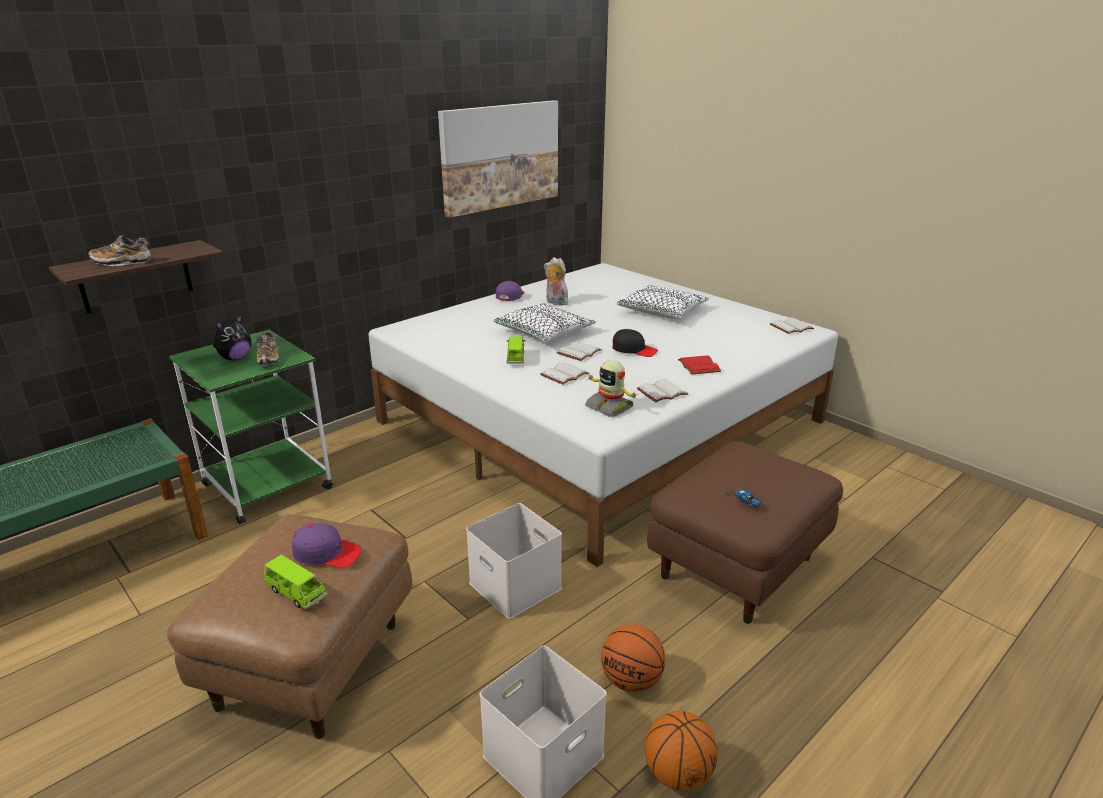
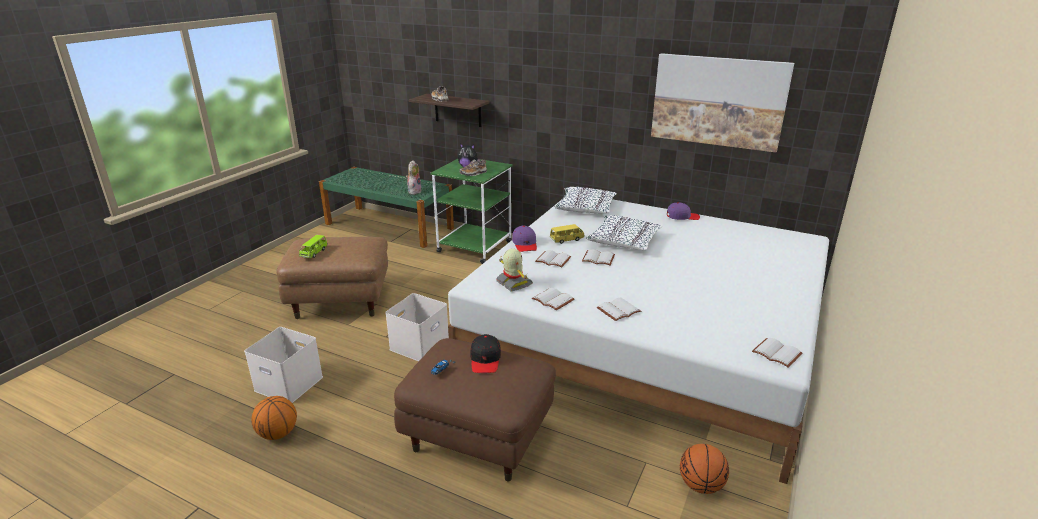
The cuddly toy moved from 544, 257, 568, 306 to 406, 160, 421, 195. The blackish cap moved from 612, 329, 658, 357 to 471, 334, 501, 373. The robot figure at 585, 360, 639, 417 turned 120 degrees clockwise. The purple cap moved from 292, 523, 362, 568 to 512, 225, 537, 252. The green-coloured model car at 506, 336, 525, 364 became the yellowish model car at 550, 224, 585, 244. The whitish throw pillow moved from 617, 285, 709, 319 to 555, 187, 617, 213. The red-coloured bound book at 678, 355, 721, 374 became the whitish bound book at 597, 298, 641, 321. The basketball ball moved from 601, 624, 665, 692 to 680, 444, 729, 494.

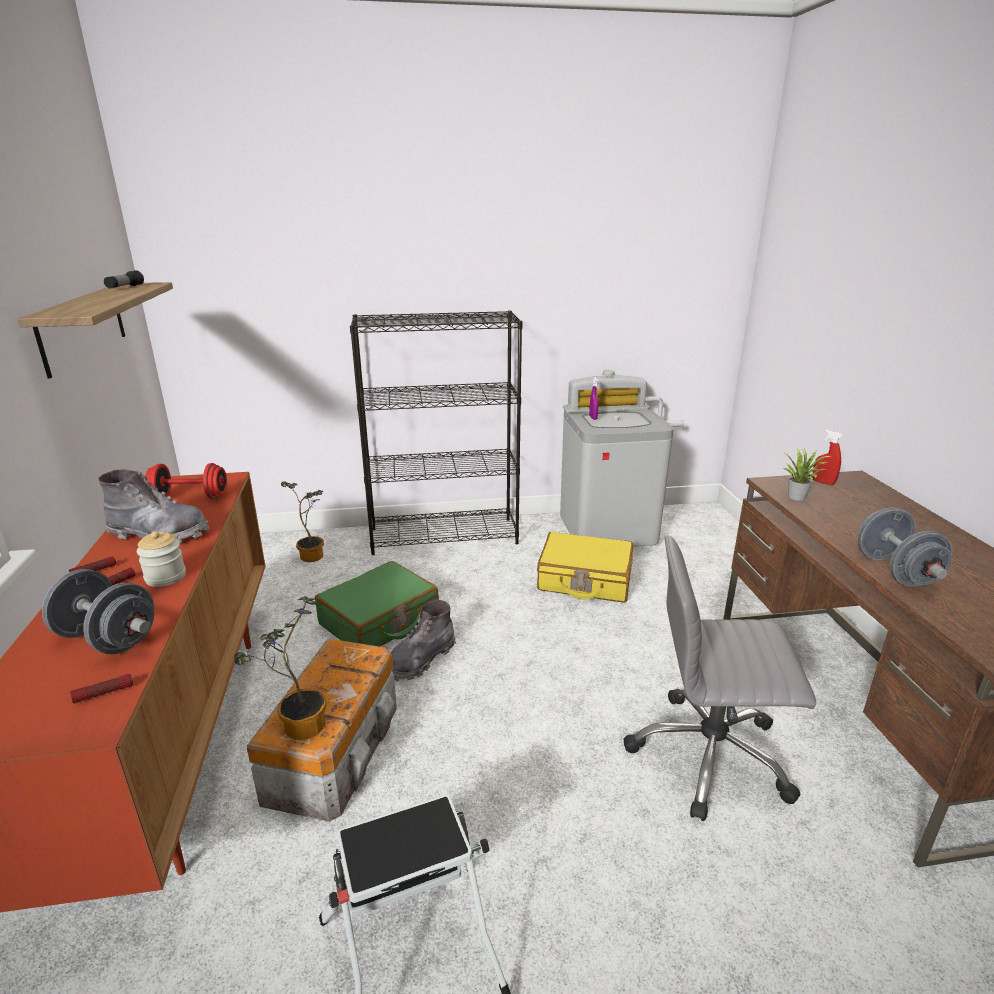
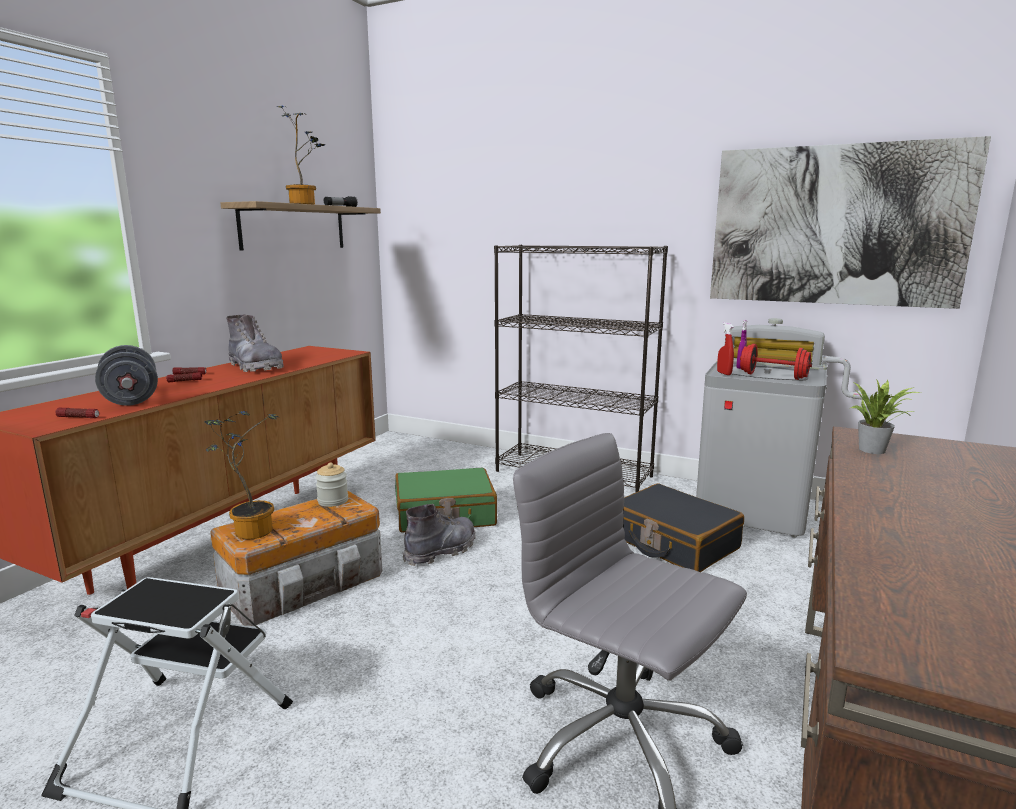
The potted plant moved from 281, 481, 324, 562 to 277, 106, 325, 204. The storage jar moved from 137, 531, 186, 587 to 315, 463, 348, 507. The grey tall boot at 391, 600, 456, 681 turned 150 degrees clockwise. The yellowish piece of luggage at 537, 532, 634, 603 became the blackish piece of luggage at 623, 483, 744, 572. The wall picture at 710, 136, 991, 309 appeared. The red-coloured spray bottle moved from 812, 430, 843, 485 to 717, 323, 734, 375. The red-coloured dumbbell moved from 145, 463, 227, 499 to 740, 344, 812, 380. The grey dumbbell at 857, 507, 952, 586 disappeared.

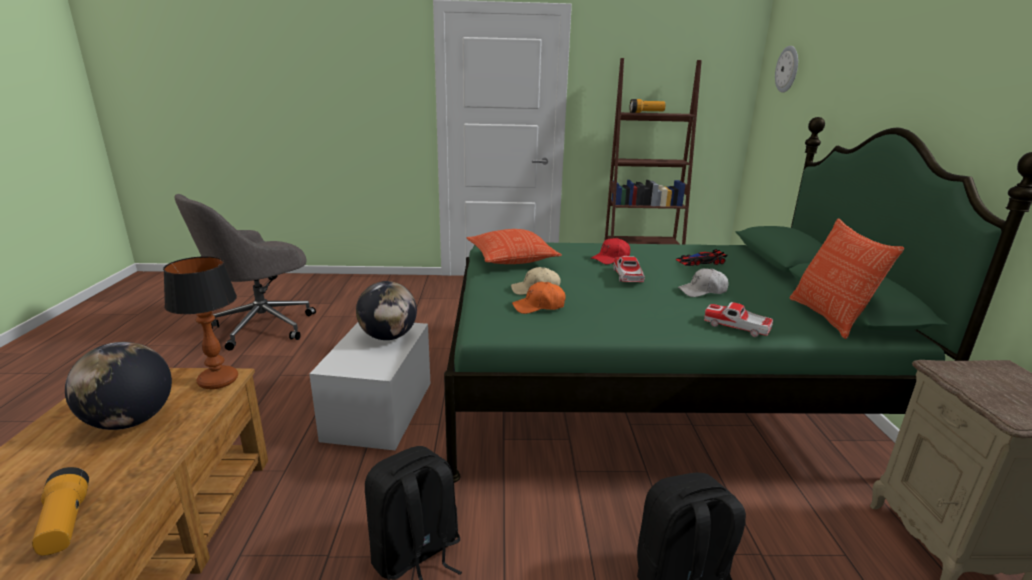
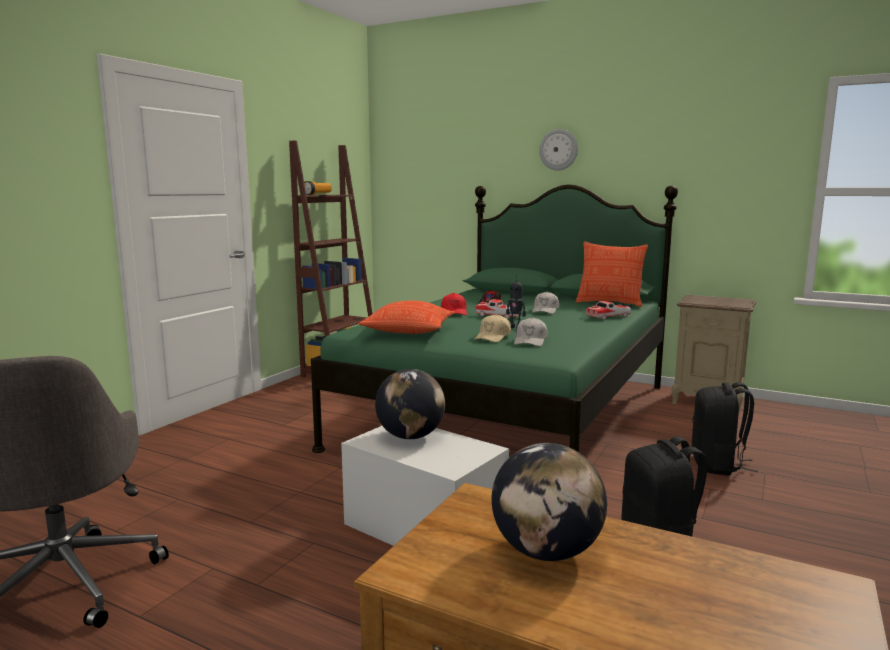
The robot figure at 506, 275, 526, 330 appeared. The orange-coloured cap at 512, 282, 566, 314 became the whitish cap at 514, 317, 548, 346. The hanging clock moved from 775, 46, 798, 93 to 539, 129, 578, 171. The flashlight at 32, 467, 89, 556 disappeared. The table lamp at 163, 256, 238, 389 disappeared.

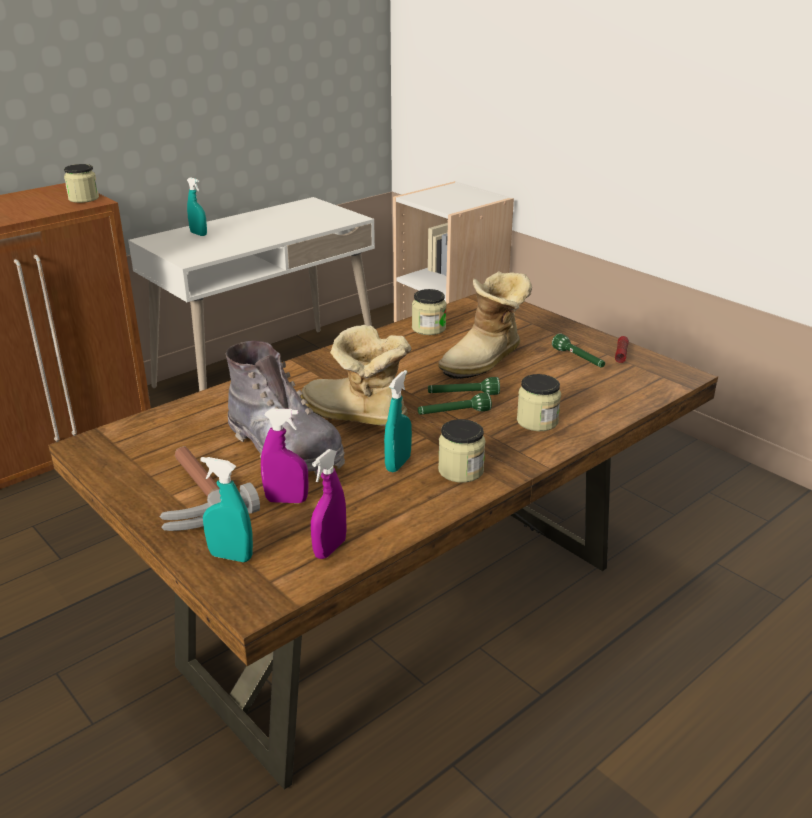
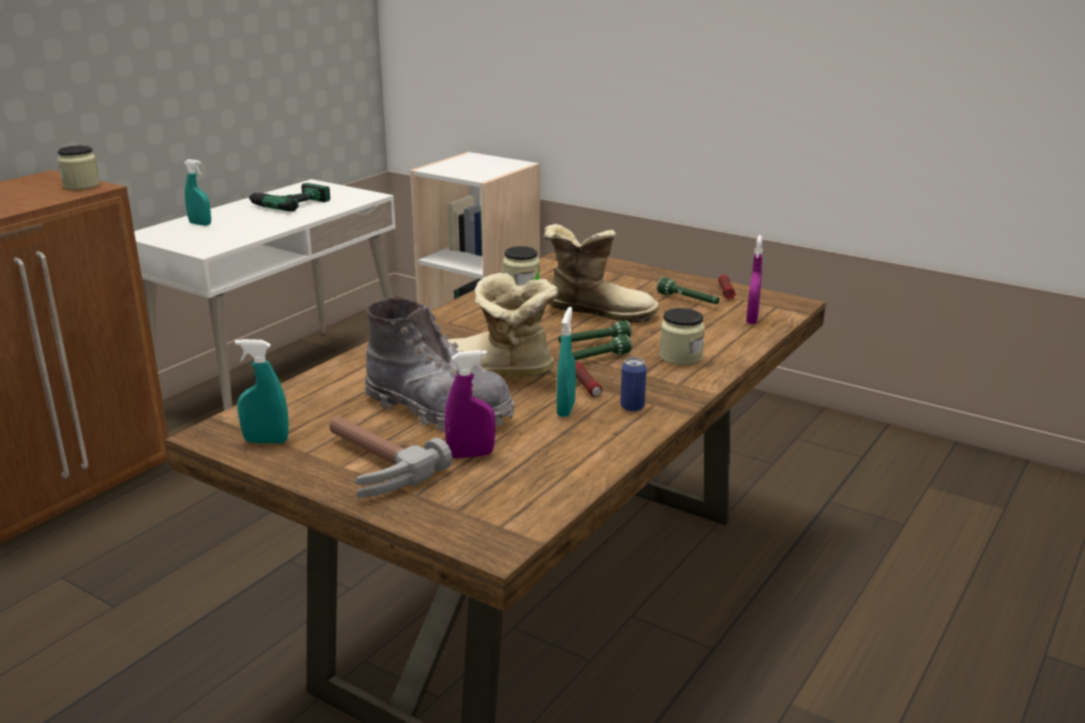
The turquoise spray bottle moved from 200, 457, 253, 562 to 235, 339, 289, 443. The power drill at 240, 183, 330, 212 appeared. The tall boot at 438, 271, 532, 379 turned 105 degrees counterclockwise. The flashlight at 575, 362, 602, 397 appeared. The storage jar at 438, 419, 485, 483 was replaced by the can at 620, 357, 646, 412. The purple spray bottle moved from 311, 449, 347, 559 to 746, 235, 763, 324.

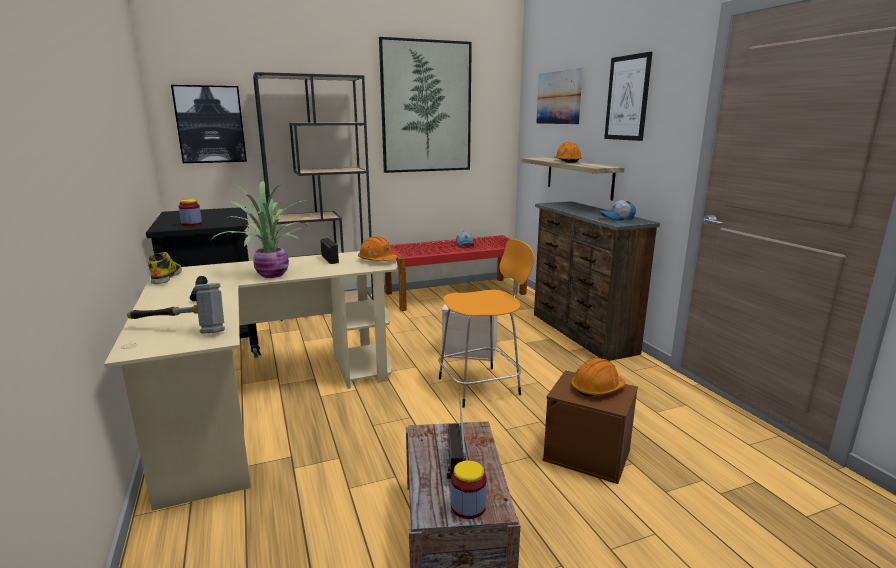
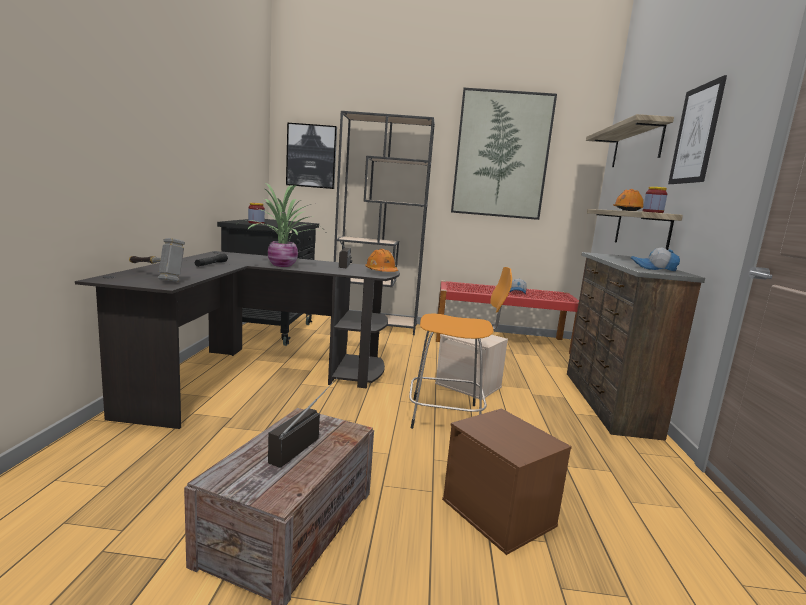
The sand-coloured desk unit at 104, 251, 397, 511 became the blackish desk unit at 75, 251, 400, 429. The wall picture at 536, 68, 583, 124 was replaced by the wall shelf at 586, 114, 674, 167. The storage jar moved from 451, 460, 487, 519 to 643, 187, 667, 213. The tall boot at 148, 252, 182, 284 disappeared. The orange-coloured work helmet at 571, 358, 626, 397 disappeared.

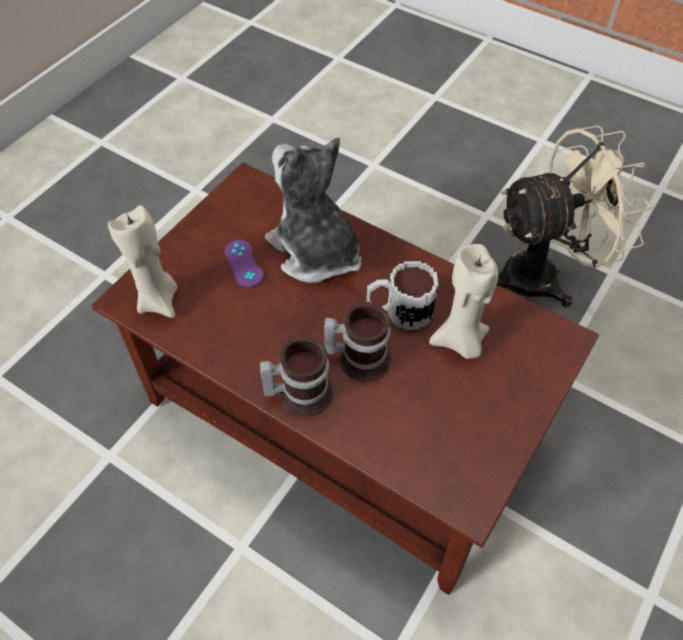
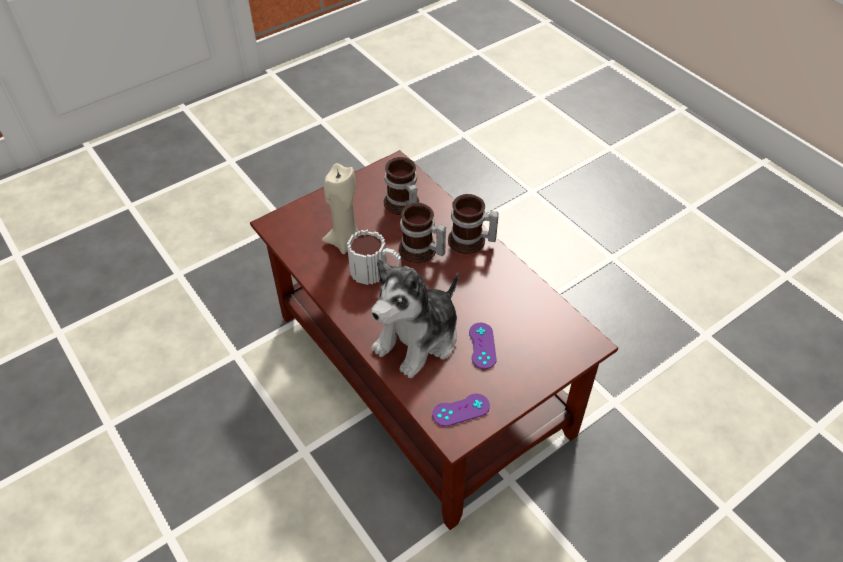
The cuddly toy at 265, 137, 362, 283 turned 60 degrees clockwise. The mug at 384, 157, 419, 215 appeared. The purple gamepad at 432, 394, 490, 427 appeared. The sand-coloured wax light at 108, 205, 178, 318 disappeared. The sand-coloured electric fan at 497, 125, 653, 308 disappeared.

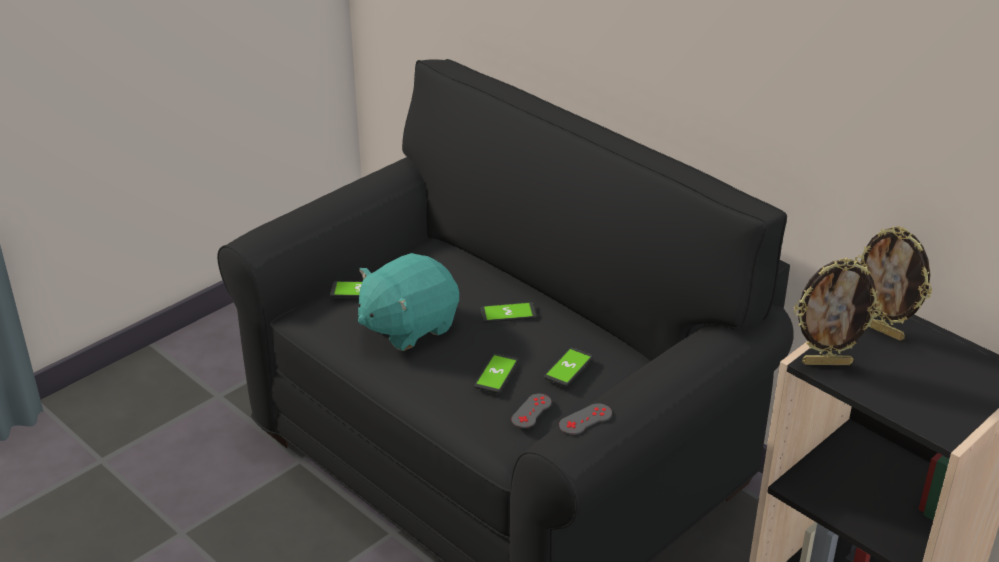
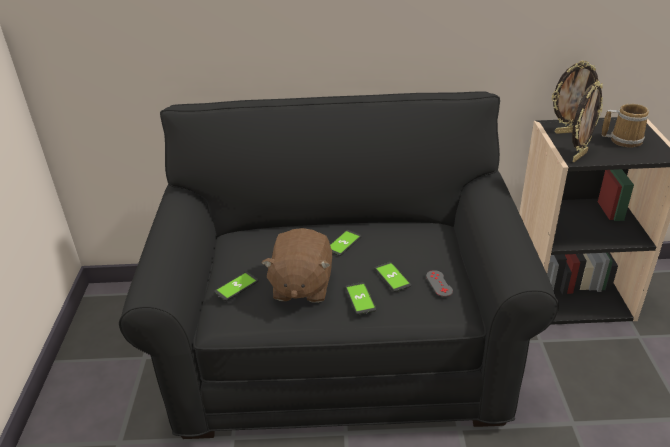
The turquoise cuddly toy at 358, 253, 459, 351 became the brownish cuddly toy at 262, 228, 332, 303. The telephone moved from 543, 347, 593, 387 to 345, 282, 377, 315. The mug at 601, 104, 649, 148 appeared. The grey gamepad at 559, 403, 612, 435 disappeared.

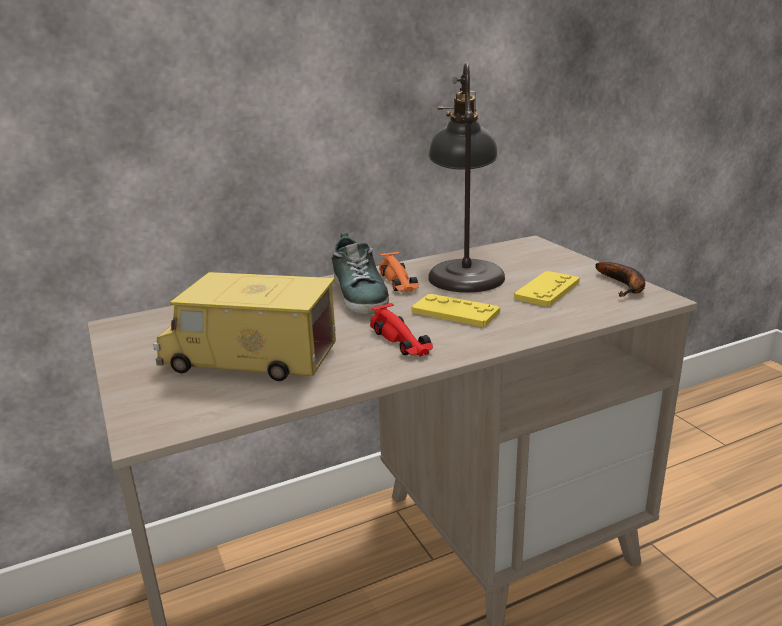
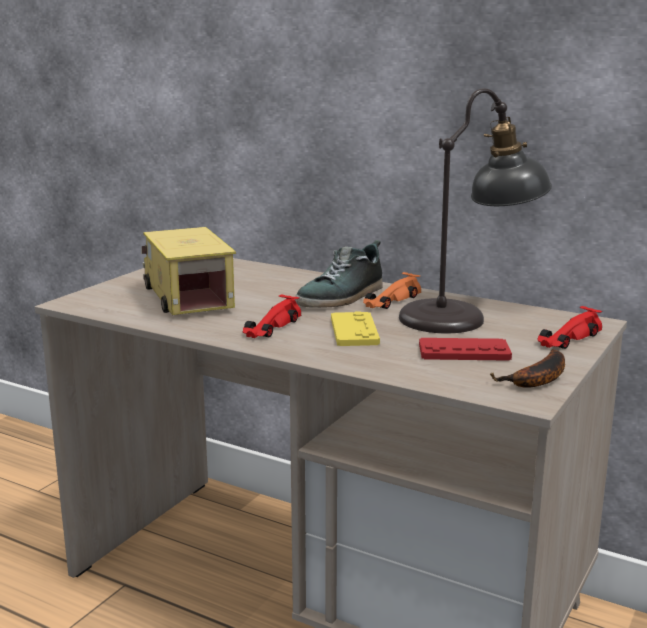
The yellowish gamepad at 514, 271, 580, 307 became the red-coloured gamepad at 419, 338, 512, 361. The red-coloured model car at 537, 306, 602, 349 appeared.

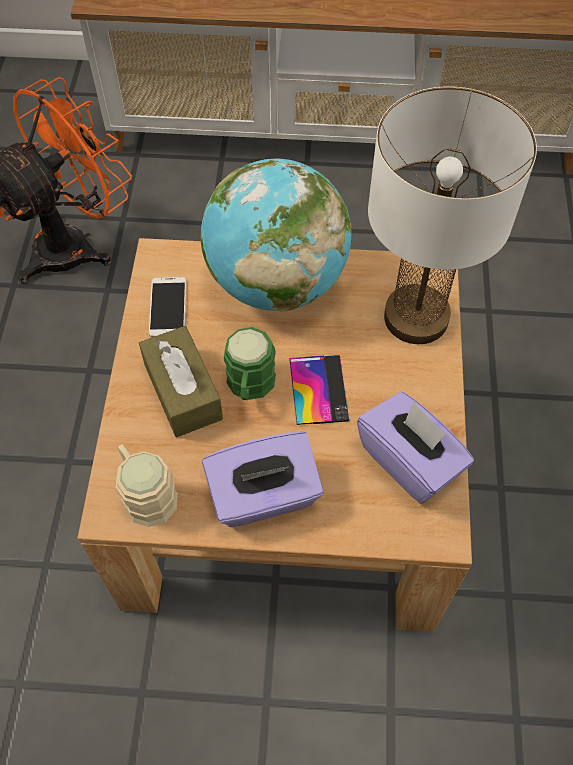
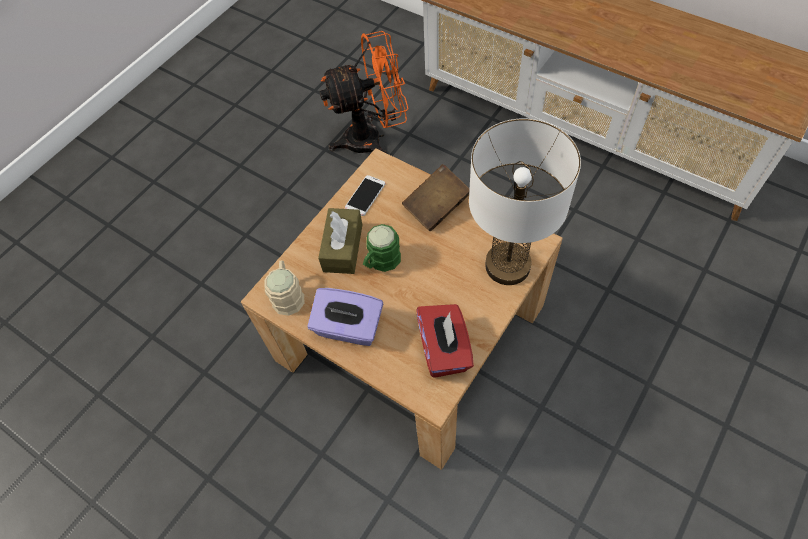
The globe at 200, 159, 352, 311 was replaced by the brownish bound book at 402, 164, 469, 231. The purple tissue box at 357, 392, 474, 504 became the red-coloured tissue box at 416, 304, 474, 378. The telephone at 289, 355, 349, 425 disappeared.

